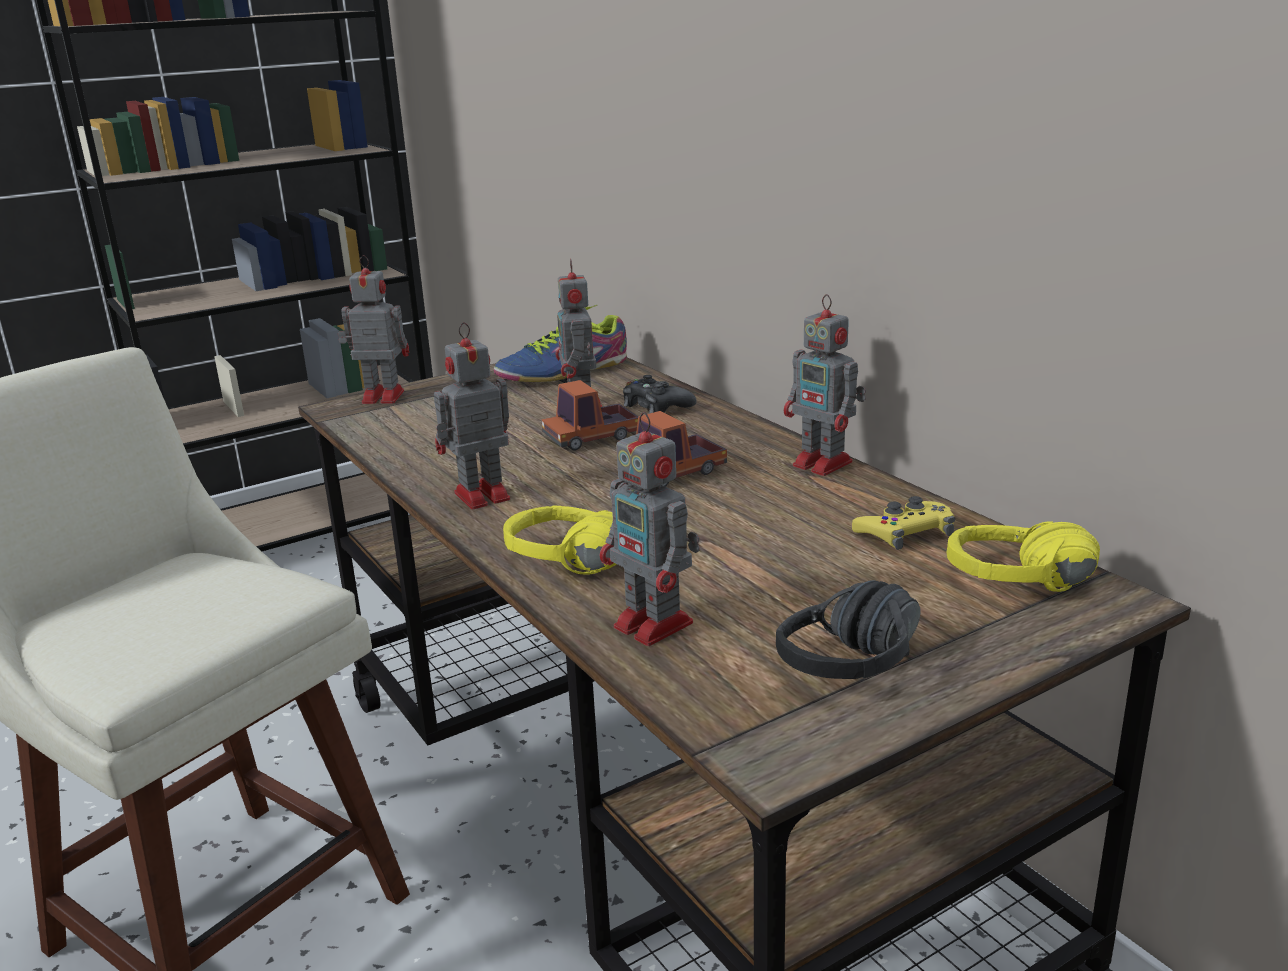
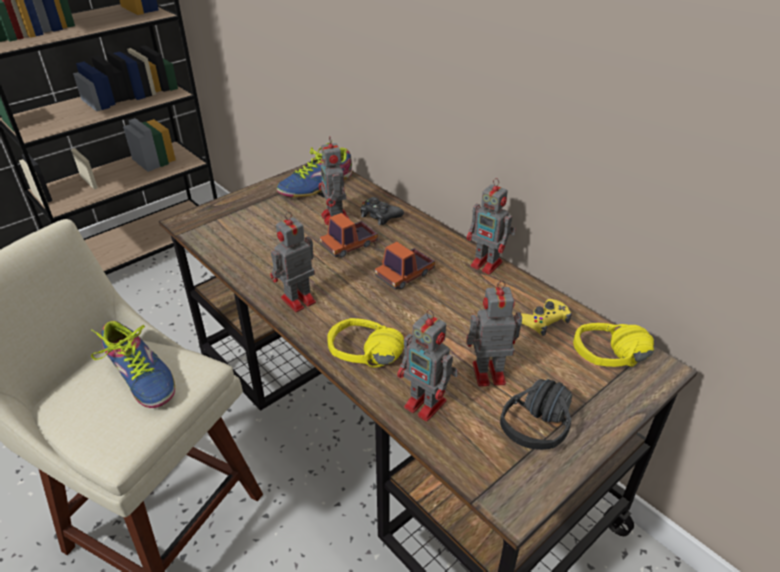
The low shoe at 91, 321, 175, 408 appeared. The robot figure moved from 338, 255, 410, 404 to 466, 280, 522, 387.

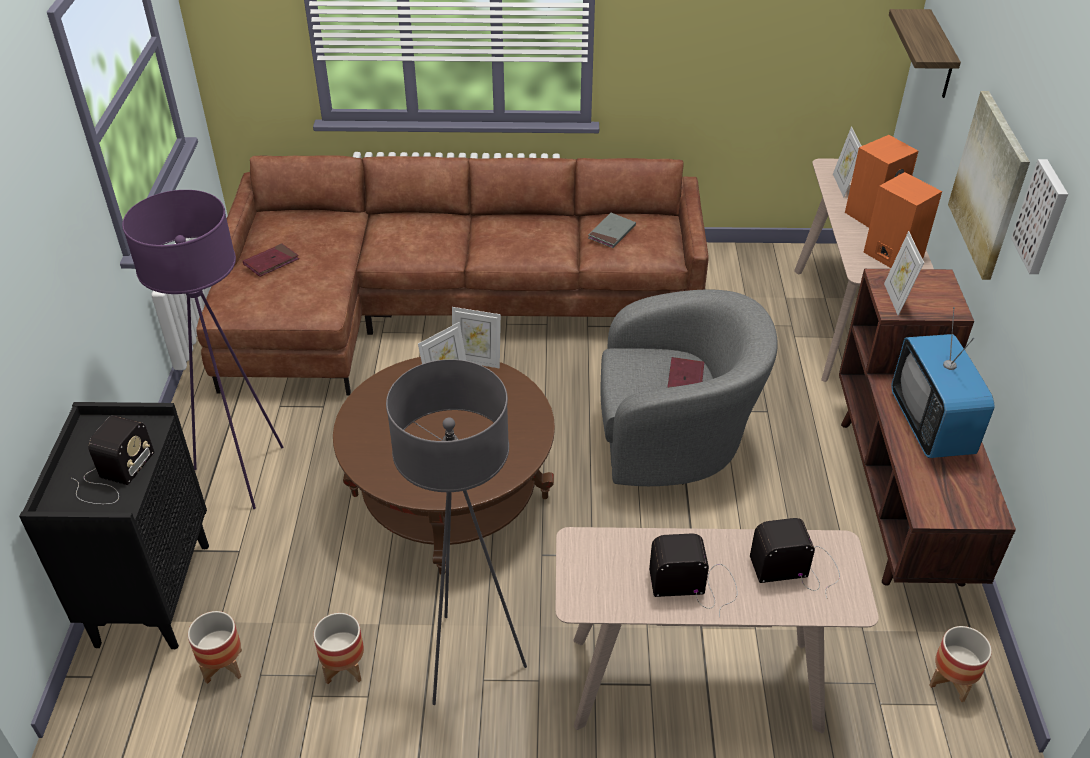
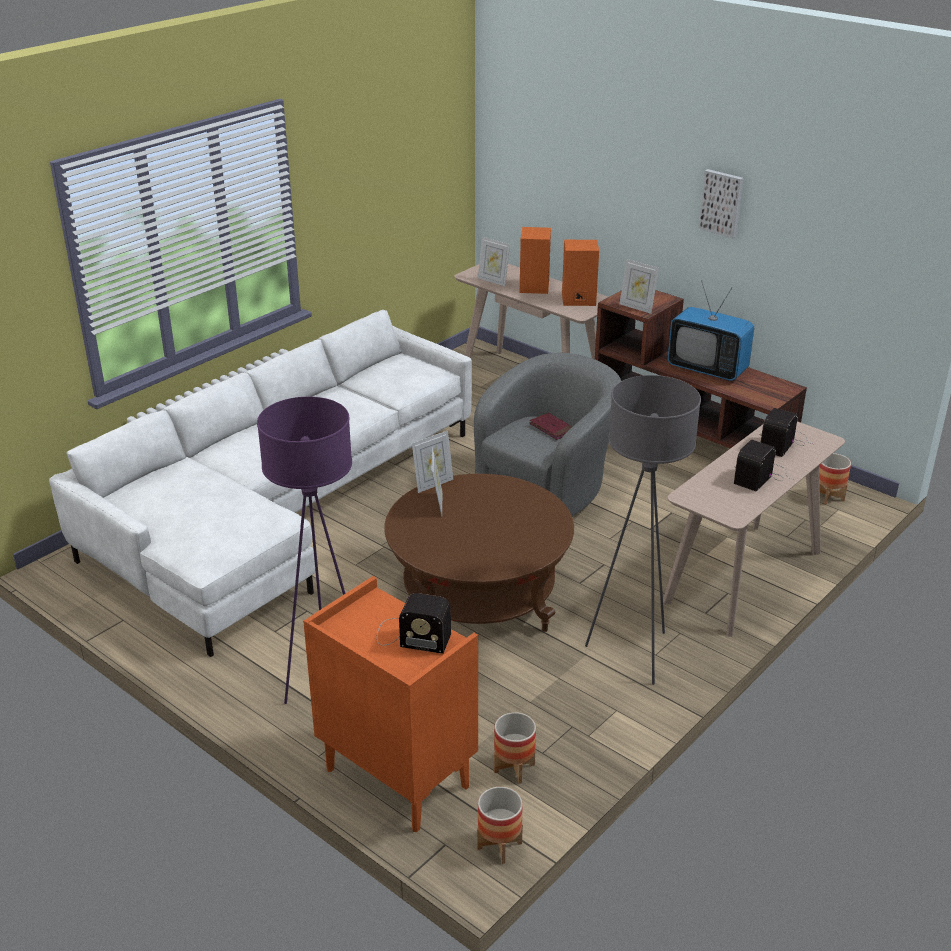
The brownish couch at 196, 155, 709, 396 became the whitish couch at 49, 310, 472, 657. The blackish storage cabinet at 19, 402, 209, 649 became the orange-coloured storage cabinet at 303, 576, 478, 832. The radio receiver at 71, 415, 155, 504 turned 135 degrees clockwise. The plant pot moved from 313, 613, 364, 684 to 477, 787, 523, 864. The red-coloured bound book at 243, 244, 299, 277 disappeared. The grey bound book at 588, 213, 636, 248 disappeared. The wall shelf at 889, 9, 961, 98 disappeared. The wall picture at 948, 91, 1030, 280 disappeared.

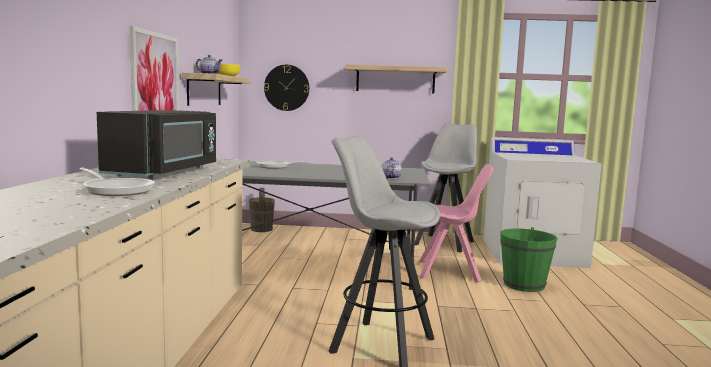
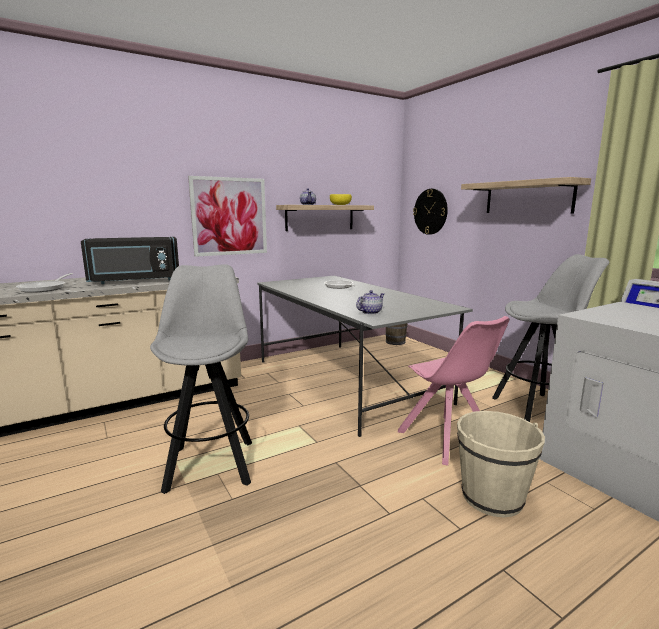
The green-coloured pail at 500, 227, 557, 292 became the sand-coloured pail at 457, 411, 545, 518.

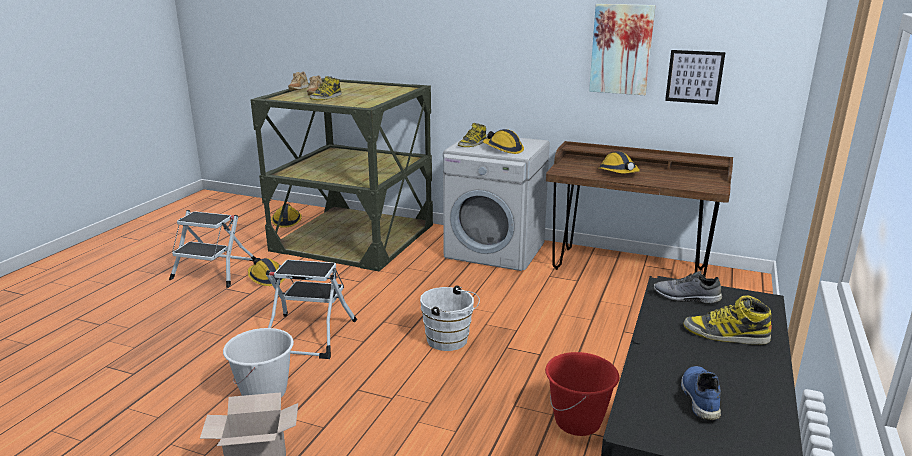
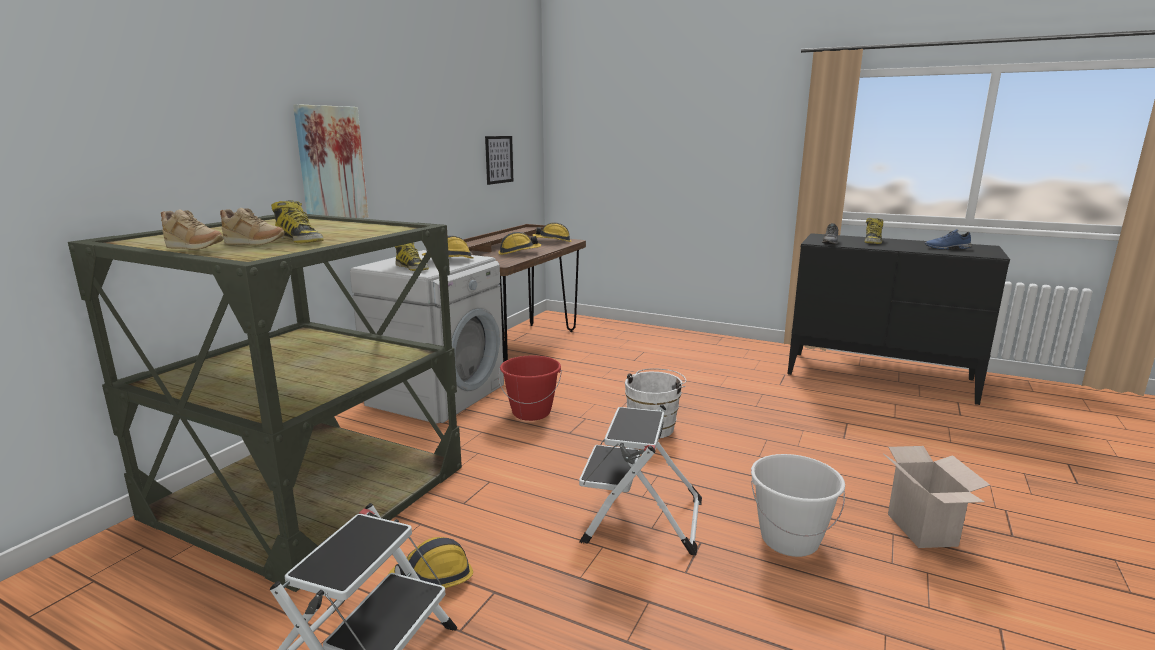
The wall picture moved from 589, 4, 655, 95 to 293, 104, 368, 218. The red-coloured pail moved from 545, 352, 619, 436 to 499, 356, 562, 421. The work helmet moved from 271, 204, 302, 228 to 533, 222, 571, 242.

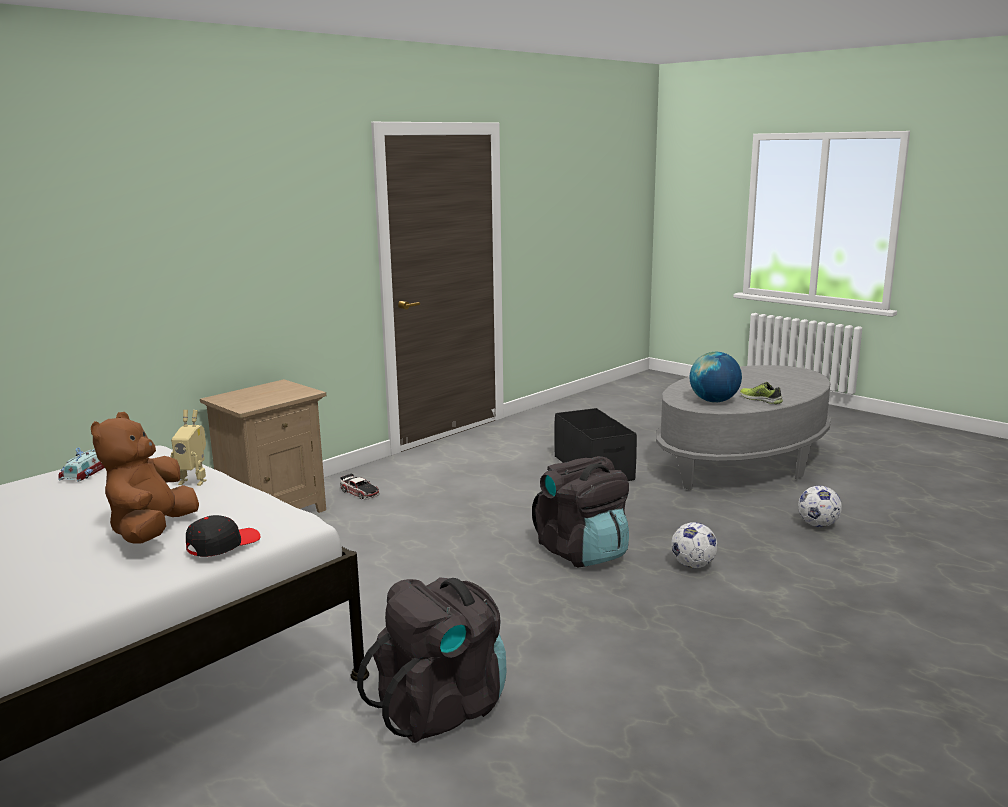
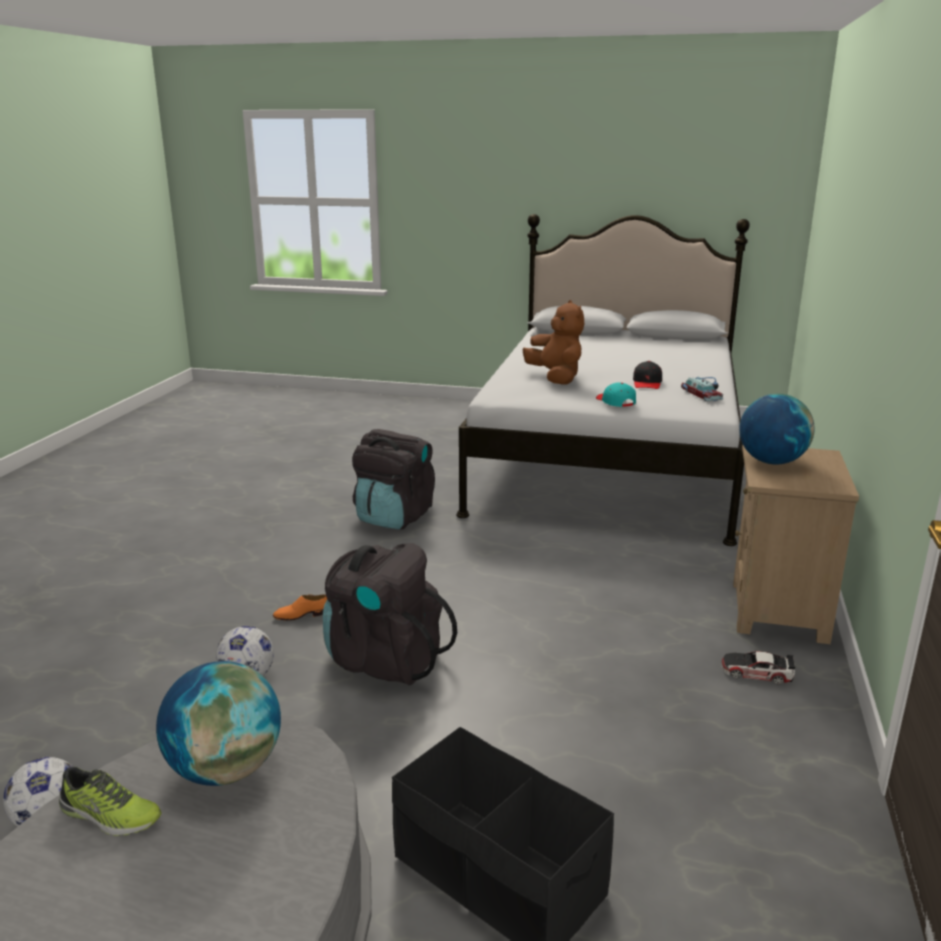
The orange-coloured low shoe at 273, 594, 327, 621 appeared. The robot figure at 170, 410, 206, 486 was replaced by the turquoise cap at 596, 383, 636, 407. The blackish cap moved from 186, 515, 260, 557 to 633, 361, 662, 389. The globe at 739, 394, 815, 465 appeared.

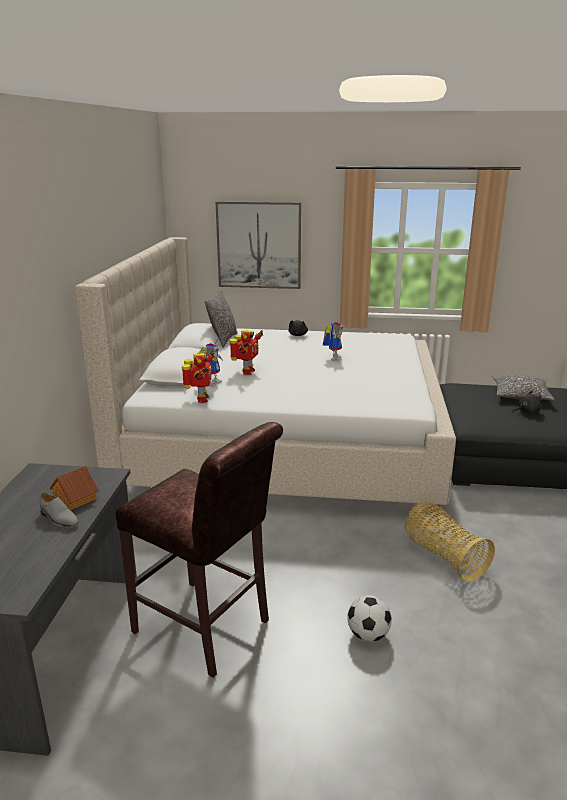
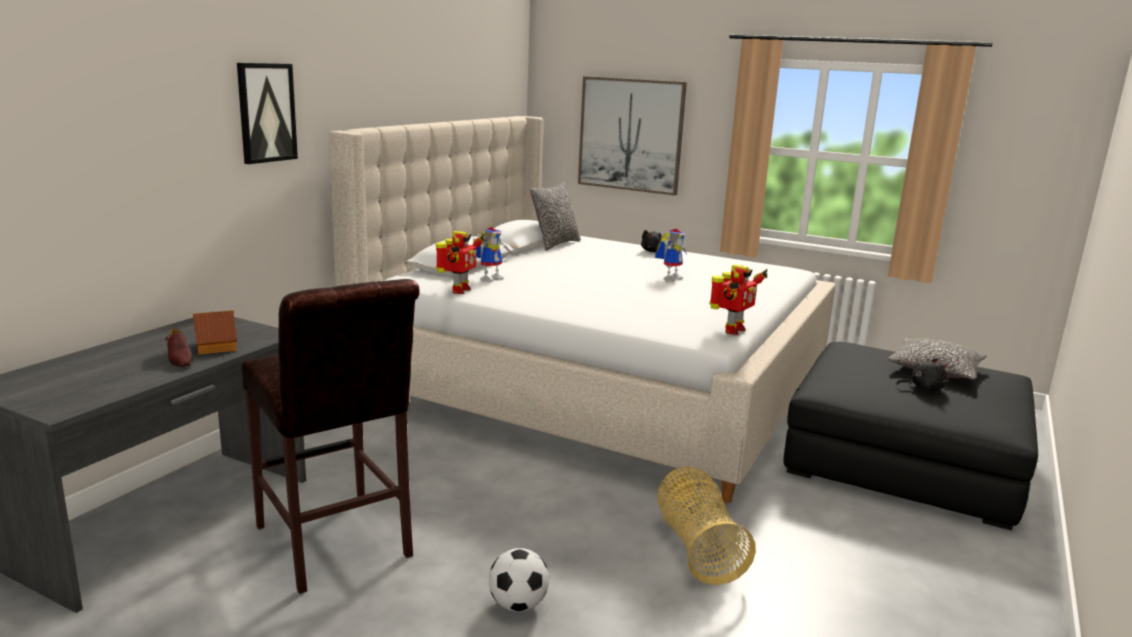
The grey low shoe at 39, 493, 78, 528 became the brownish low shoe at 166, 328, 193, 367. The wall picture at 237, 63, 298, 164 appeared. The robot figure moved from 230, 330, 263, 375 to 709, 264, 768, 335.

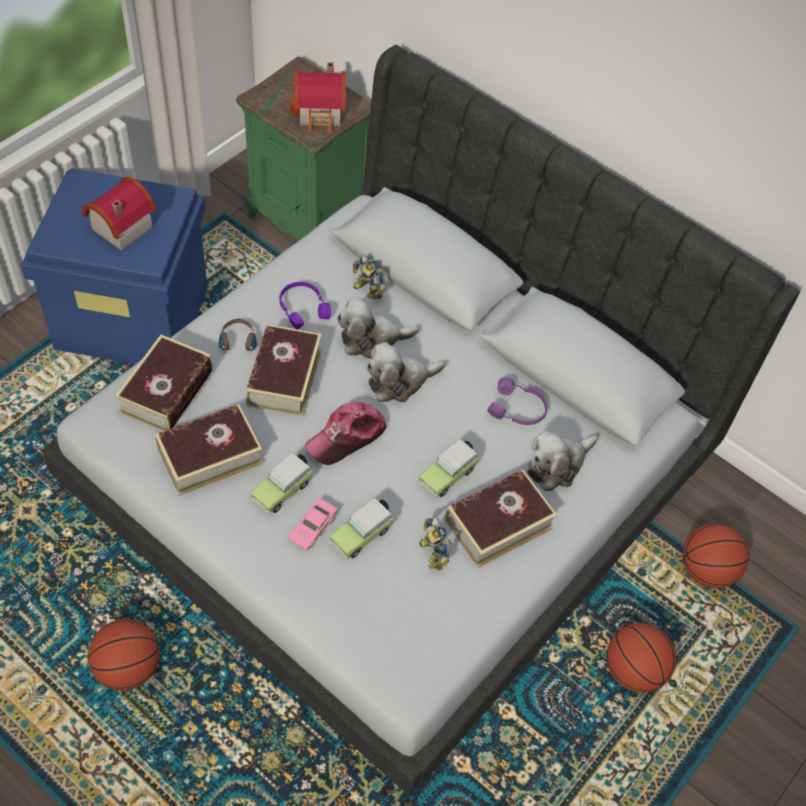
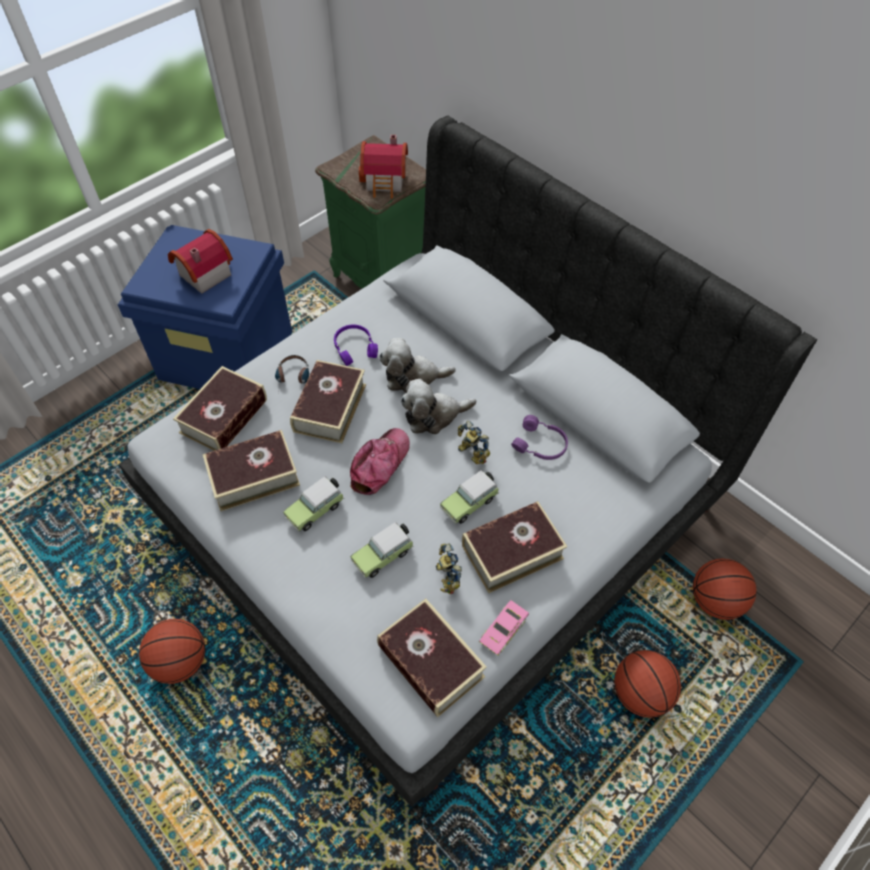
The cap at 305, 402, 387, 465 turned 150 degrees clockwise. The bound book at 377, 599, 487, 717 appeared. The robot figure moved from 353, 256, 387, 299 to 458, 421, 490, 464. The pink model car moved from 288, 498, 339, 550 to 479, 600, 529, 655. The cuddly toy at 527, 430, 598, 491 disappeared.

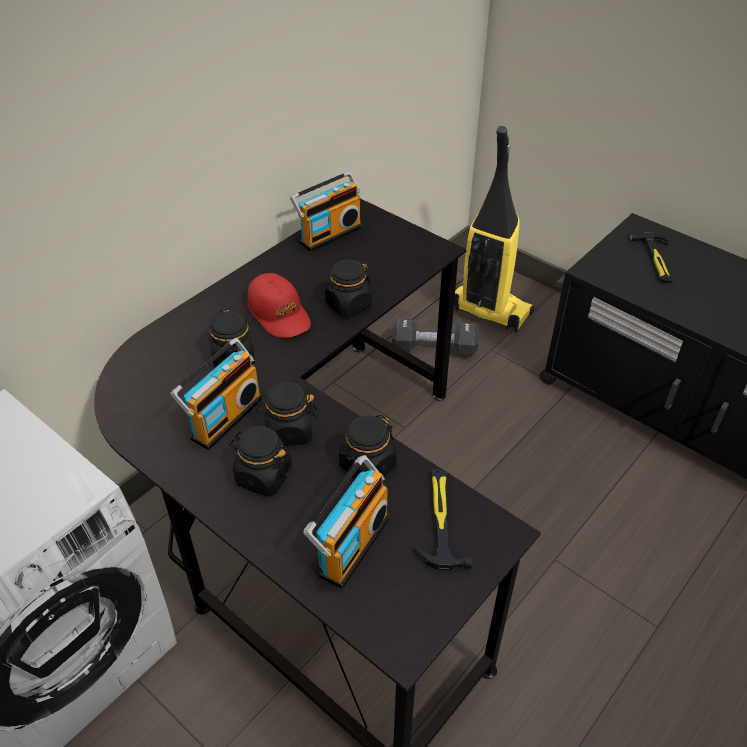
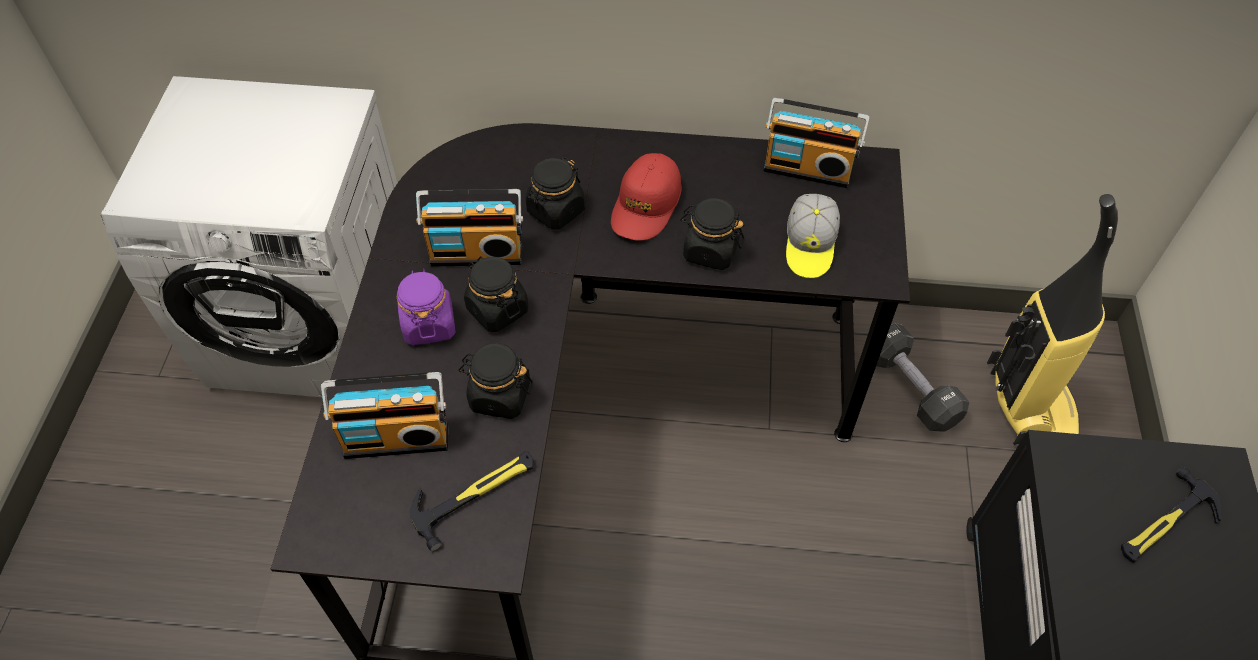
The blackish storage jar at 230, 426, 292, 497 became the purple storage jar at 397, 269, 456, 345. The cap at 786, 194, 840, 278 appeared.

